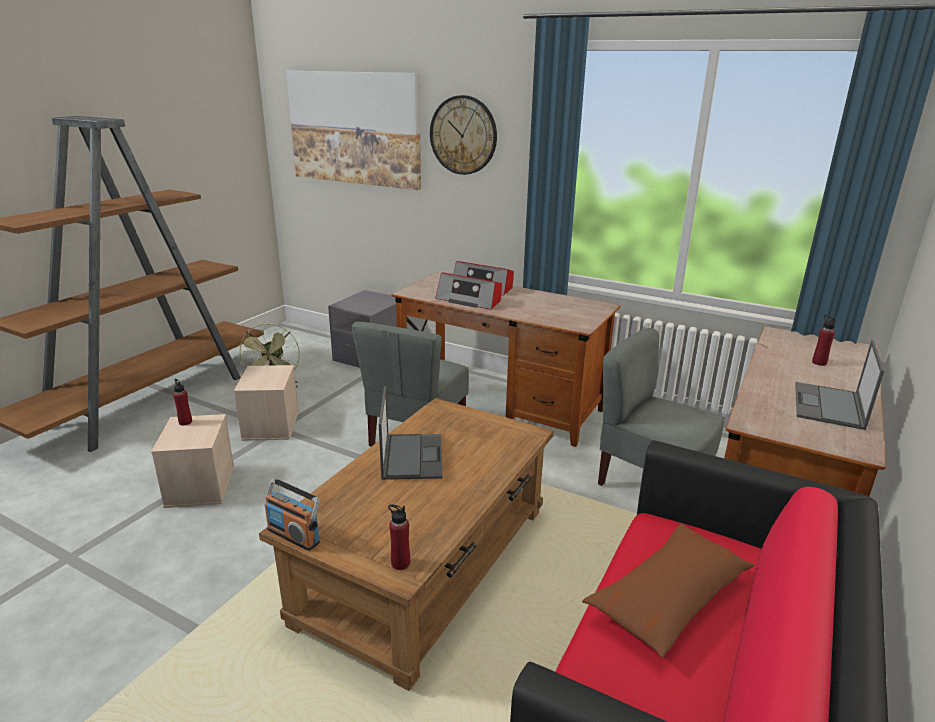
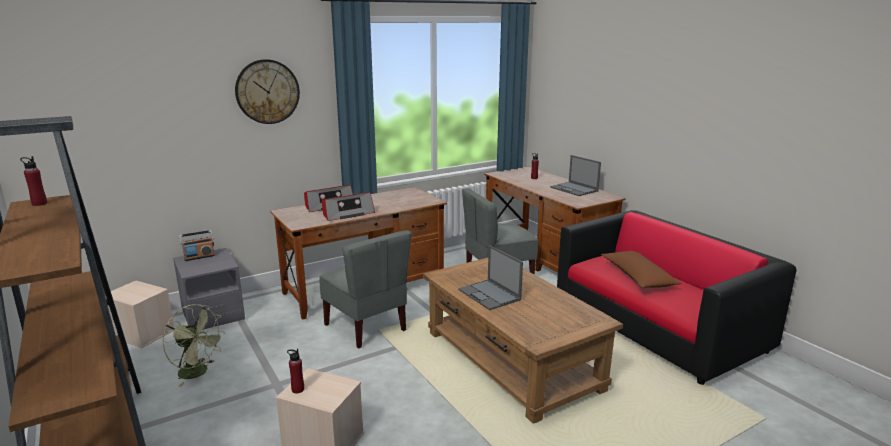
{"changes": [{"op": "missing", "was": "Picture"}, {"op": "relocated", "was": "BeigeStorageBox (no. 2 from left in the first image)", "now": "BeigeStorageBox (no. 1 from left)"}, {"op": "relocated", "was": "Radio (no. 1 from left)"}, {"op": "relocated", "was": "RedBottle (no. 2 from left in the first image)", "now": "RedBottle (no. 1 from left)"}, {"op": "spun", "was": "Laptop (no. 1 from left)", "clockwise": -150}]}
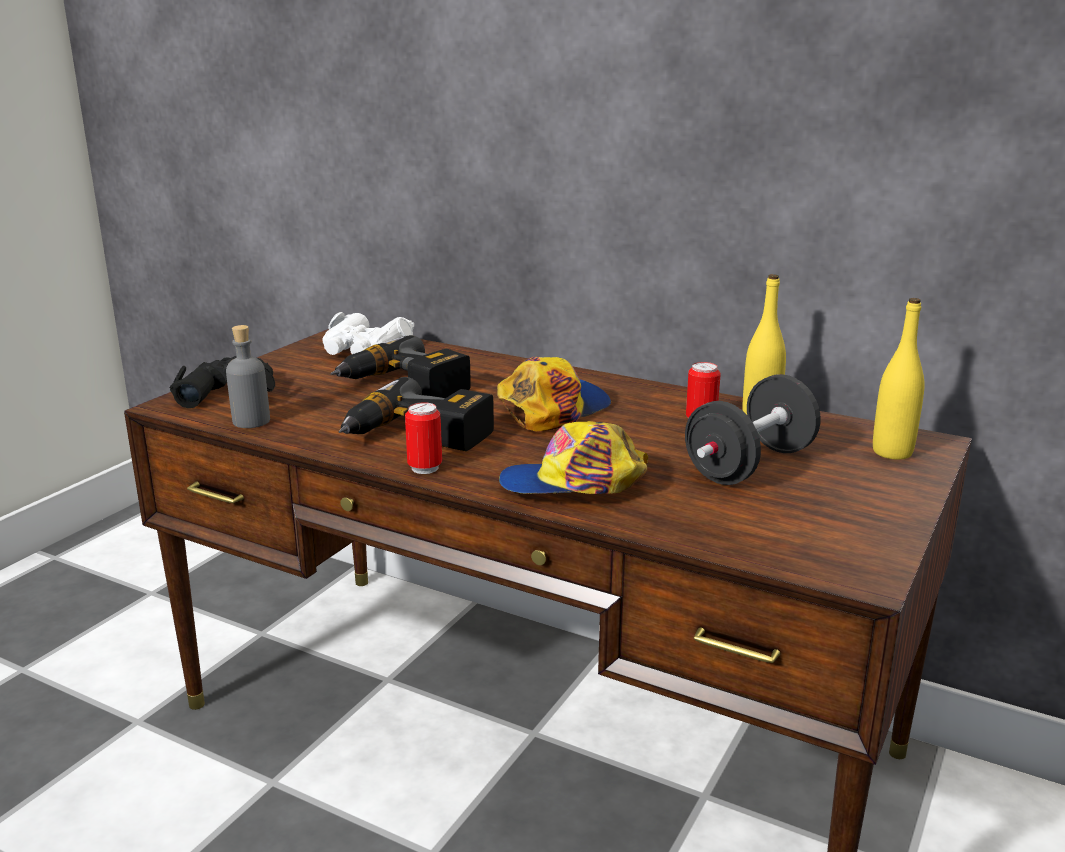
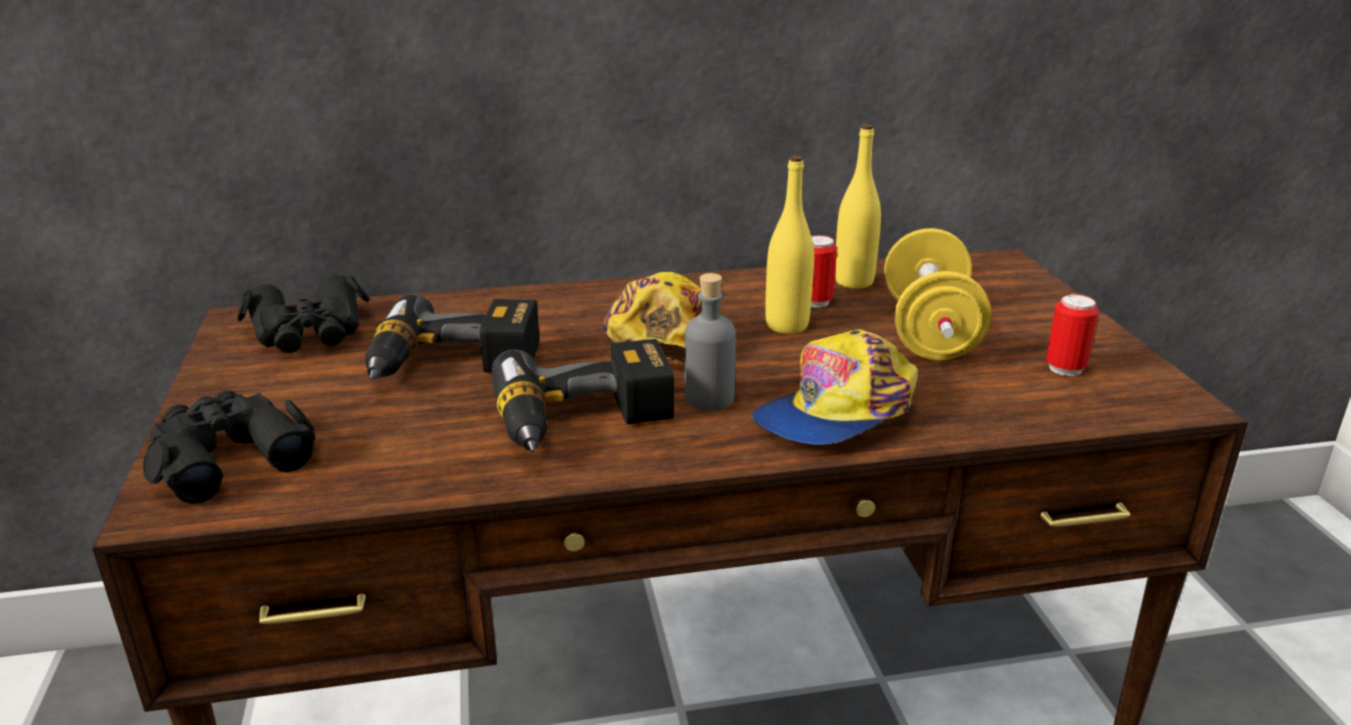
{"changes": [{"op": "relocated", "was": "GreyBottle"}, {"op": "relocated", "was": "Can (no. 1 from left in the first image)", "now": "Can (no. 2 from left)"}, {"op": "relocated", "was": "YellowBottle (no. 2 from left in the first image)", "now": "YellowBottle (no. 1 from left)"}, {"op": "colour", "was": "WhiteBinoculars", "now": "BlackBinoculars (no. 2 from left)"}, {"op": "colour", "was": "BlackDumbbell", "now": "YellowDumbbell"}]}
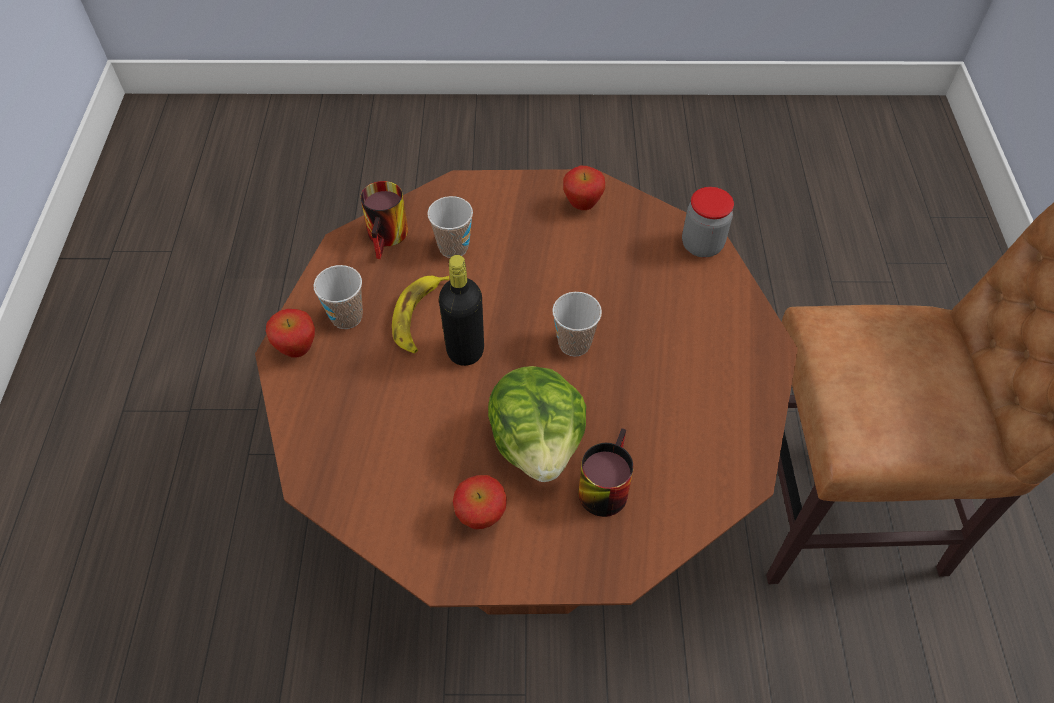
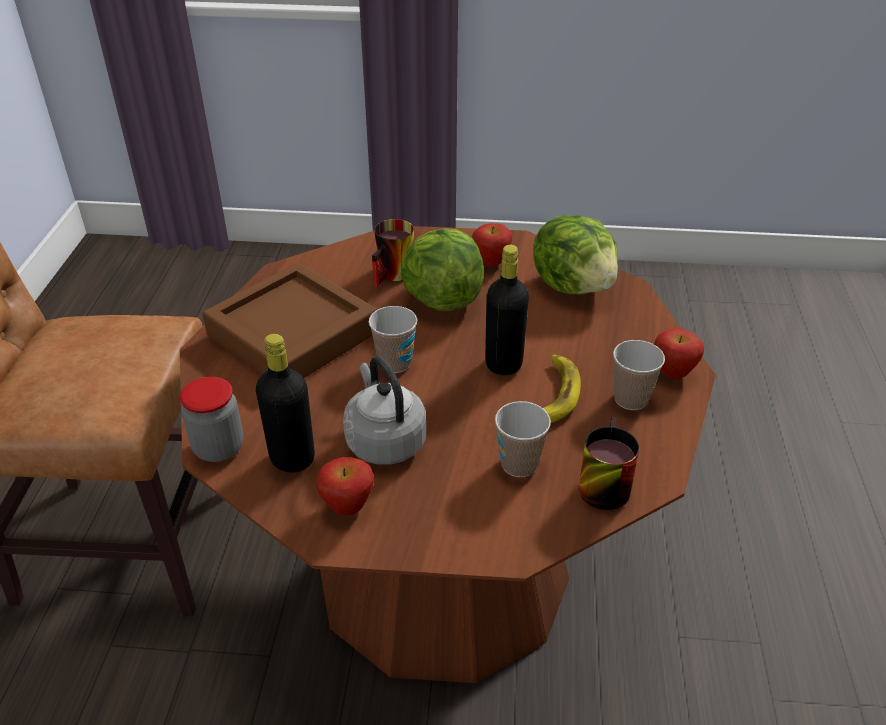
{"changes": [{"op": "appeared", "now": "BrownTray"}, {"op": "appeared", "now": "BlackBottle (no. 1 from left)"}, {"op": "appeared", "now": "GreyKettle"}, {"op": "appeared", "now": "Lettuce (no. 2 from left)"}]}
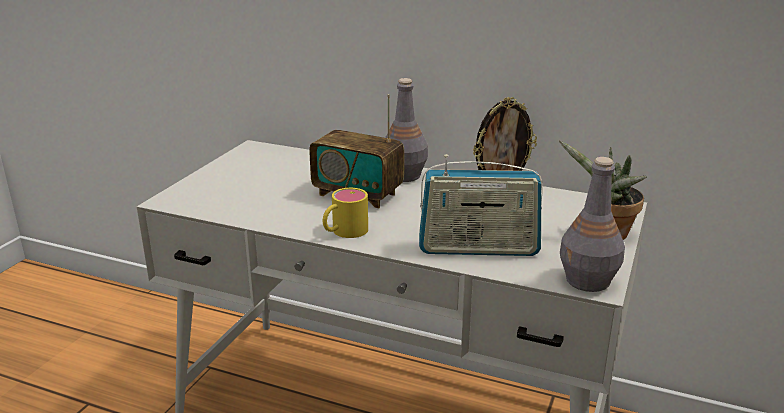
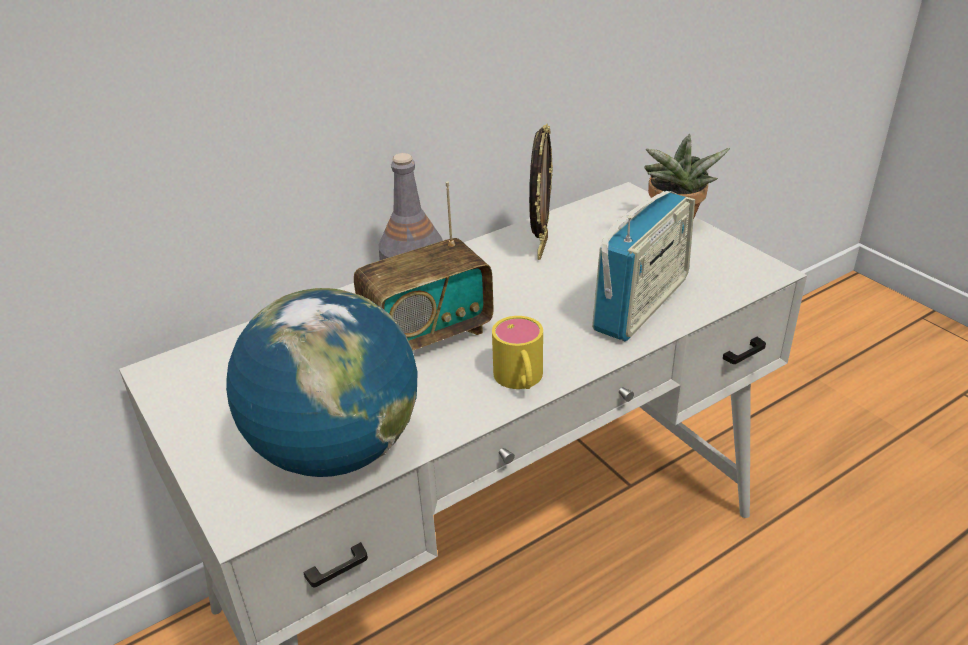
{"changes": [{"op": "missing", "was": "GreyBottle (no. 2 from left)"}, {"op": "appeared", "now": "Globe"}]}
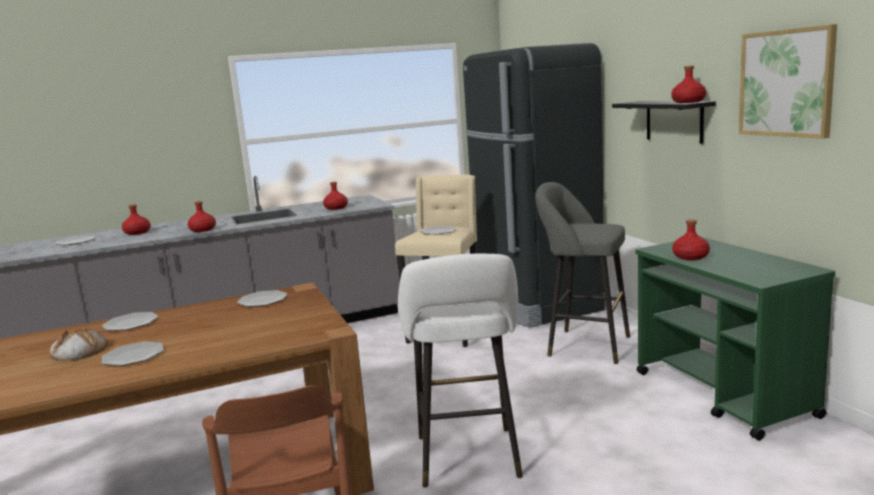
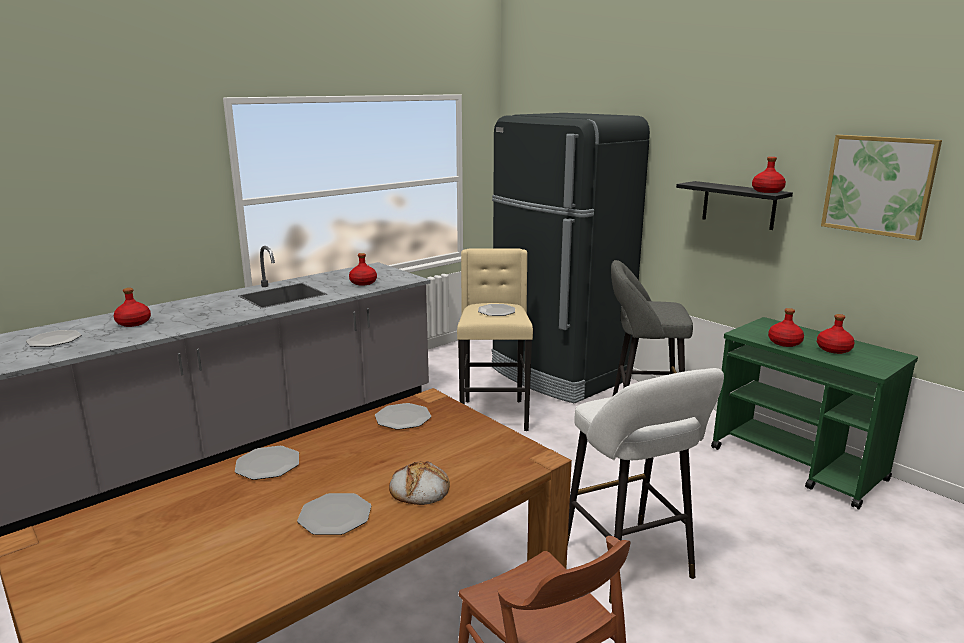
{"changes": [{"op": "relocated", "was": "Bread"}, {"op": "relocated", "was": "RedBottle (no. 2 from left in the first image)", "now": "RedBottle (no. 5 from left)"}]}
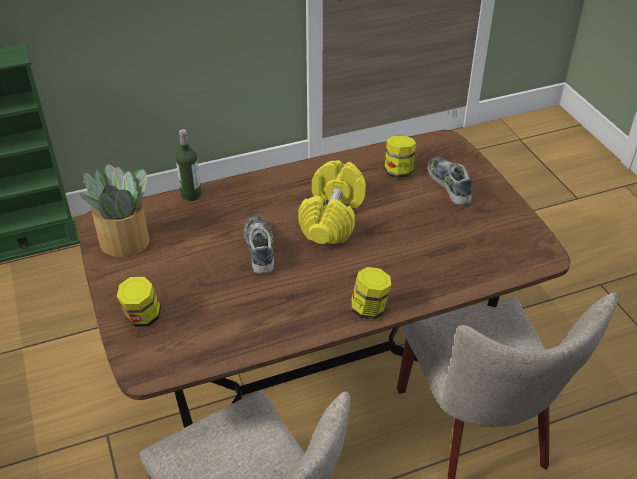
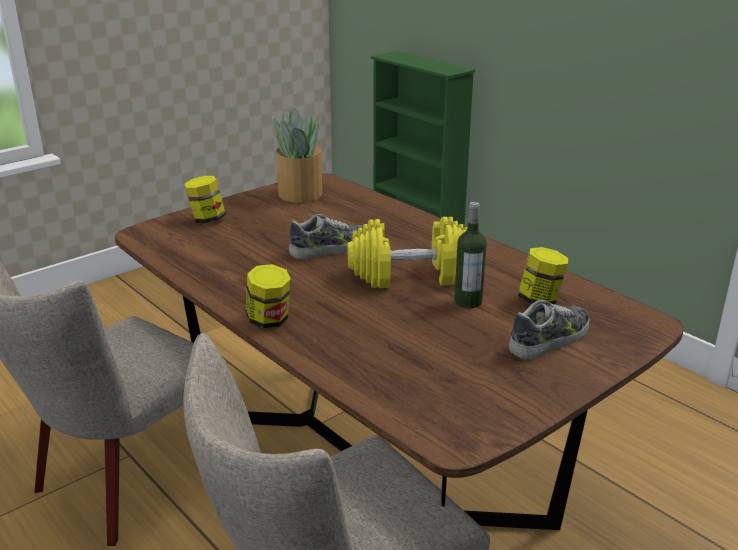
{"changes": [{"op": "relocated", "was": "Bottle"}]}
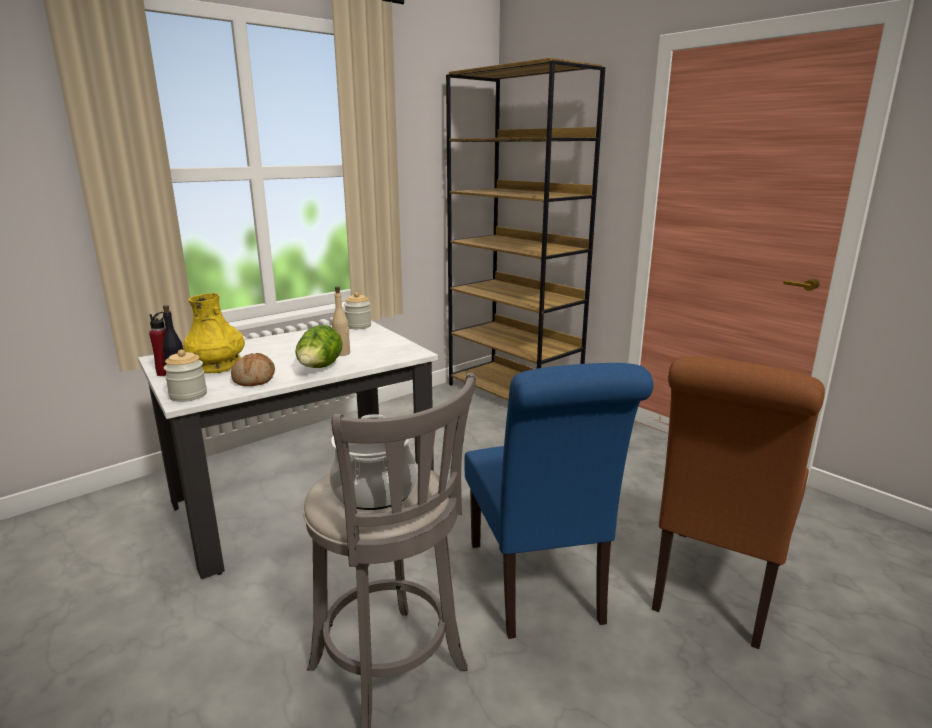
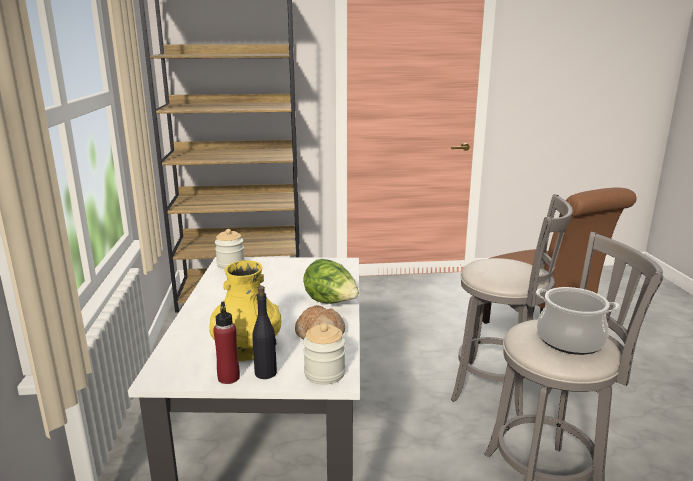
{"changes": [{"op": "missing", "was": "BeigeBottle"}, {"op": "exchanged", "was": "BlueChair", "now": "GreyStool (no. 1 from left)"}]}
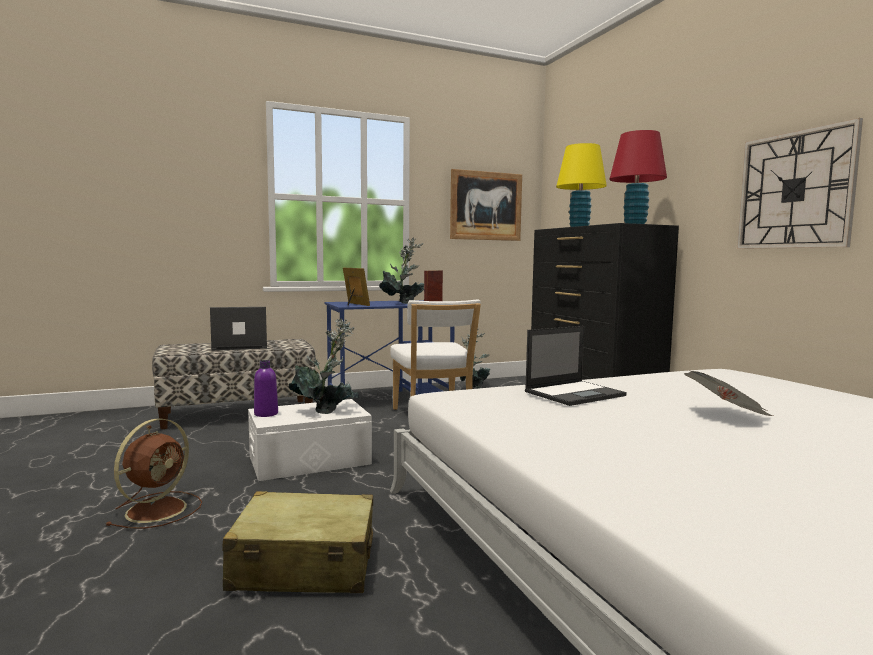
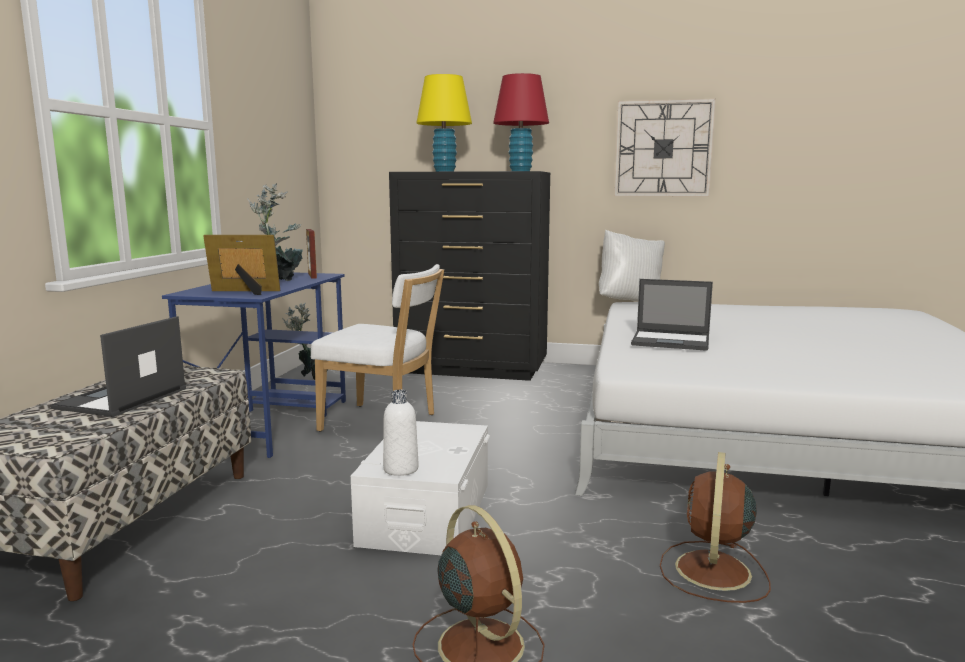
{"changes": [{"op": "missing", "was": "PottedPlant (no. 1 from left)"}, {"op": "missing", "was": "Picture"}, {"op": "missing", "was": "Newspaper"}, {"op": "appeared", "now": "WhitePillow"}, {"op": "exchanged", "was": "BeigeSuitcase", "now": "BrownFan (no. 2 from left)"}, {"op": "colour", "was": "PurpleBottle", "now": "WhiteBottle"}, {"op": "spun", "was": "Laptop (no. 2 from left)", "clockwise": 105}]}
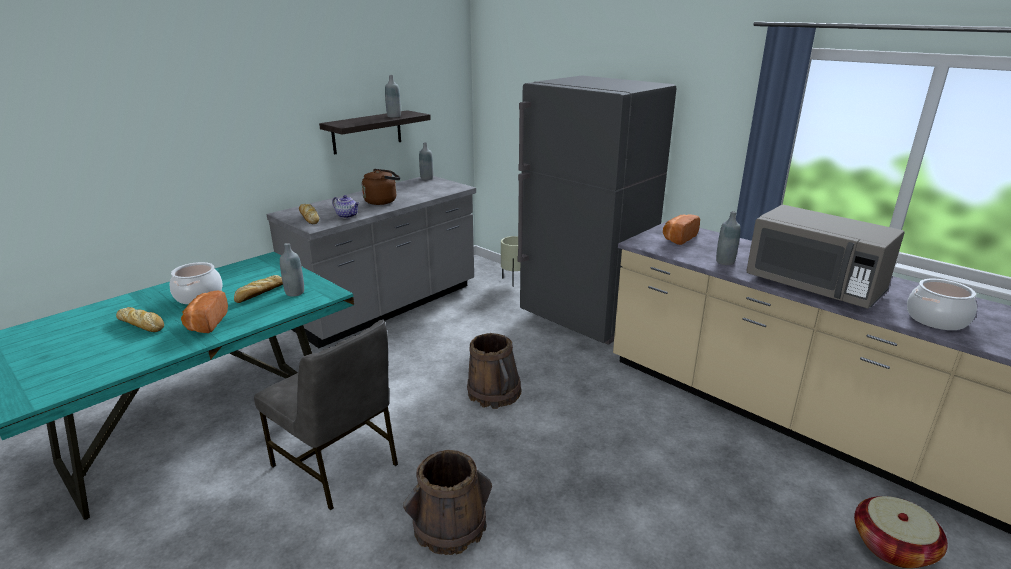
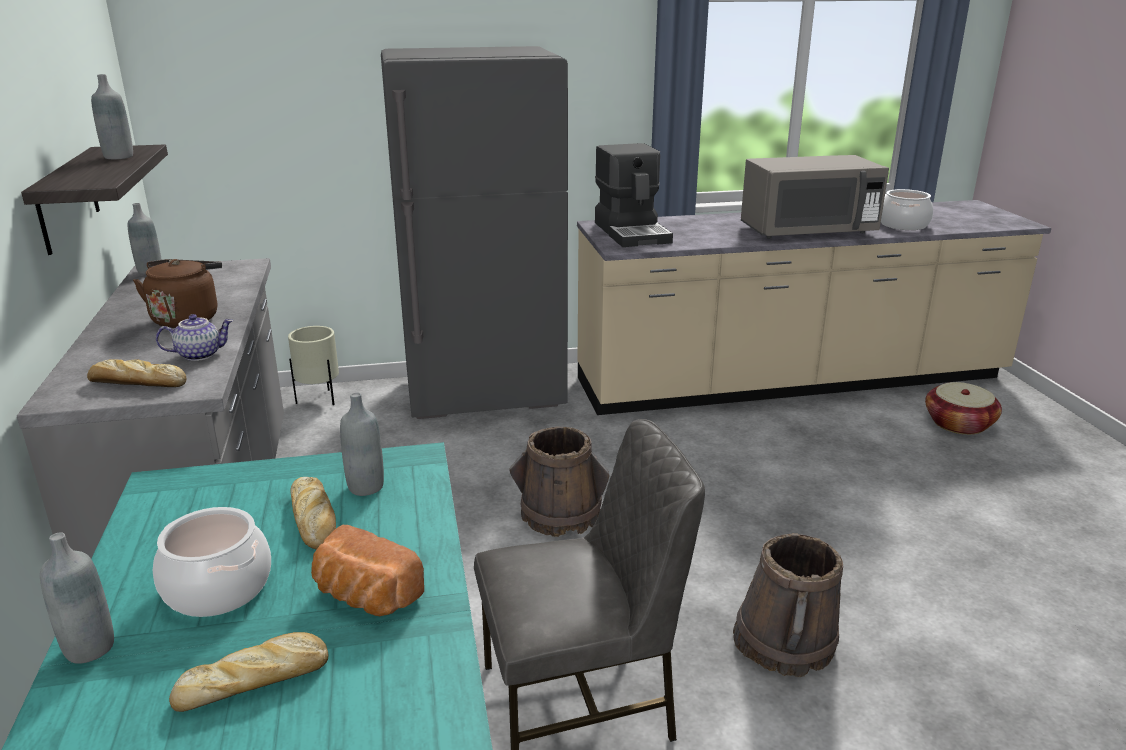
{"changes": [{"op": "relocated", "was": "GreyBottle (no. 4 from left in the first image)", "now": "GreyBottle (no. 1 from left)"}, {"op": "exchanged", "was": "Bread (no. 5 from left)", "now": "CoffeeMachine"}]}
